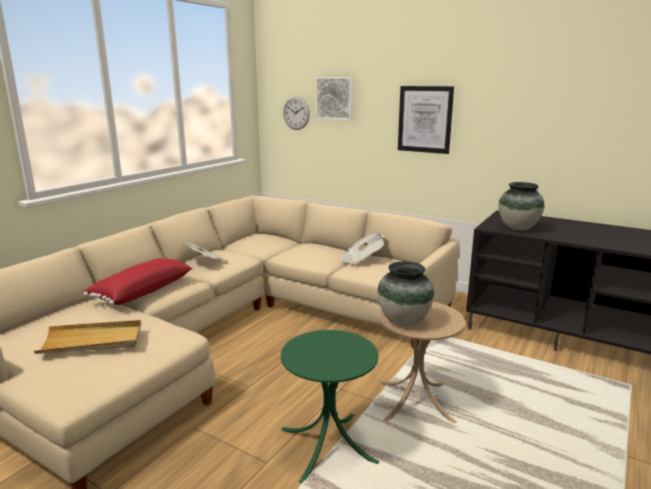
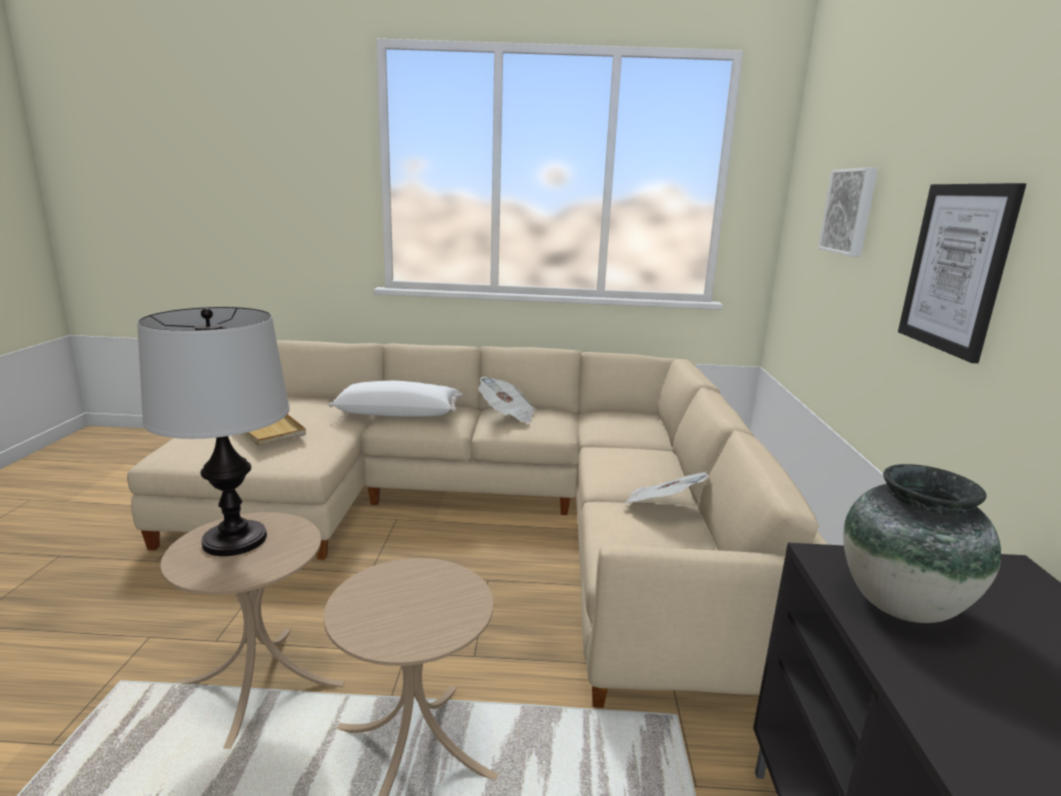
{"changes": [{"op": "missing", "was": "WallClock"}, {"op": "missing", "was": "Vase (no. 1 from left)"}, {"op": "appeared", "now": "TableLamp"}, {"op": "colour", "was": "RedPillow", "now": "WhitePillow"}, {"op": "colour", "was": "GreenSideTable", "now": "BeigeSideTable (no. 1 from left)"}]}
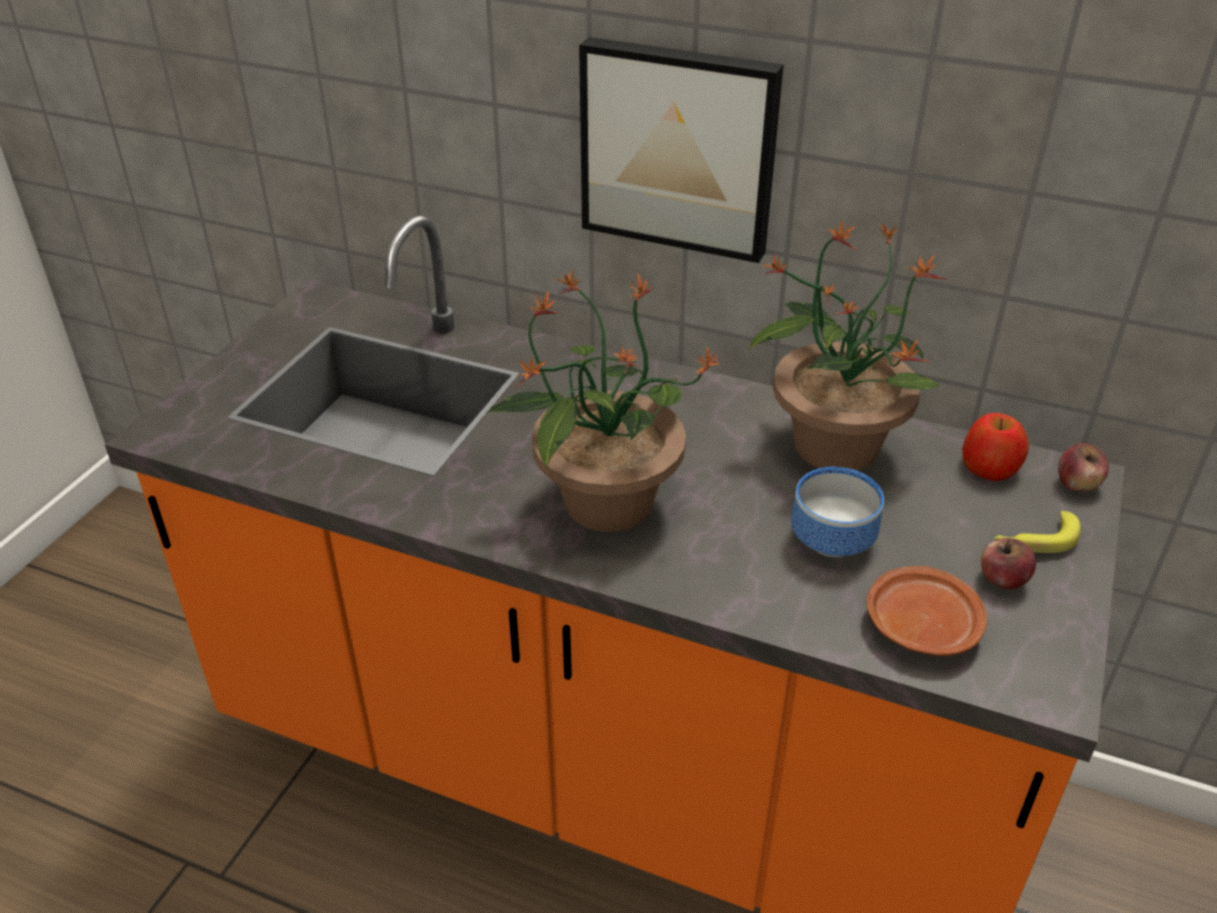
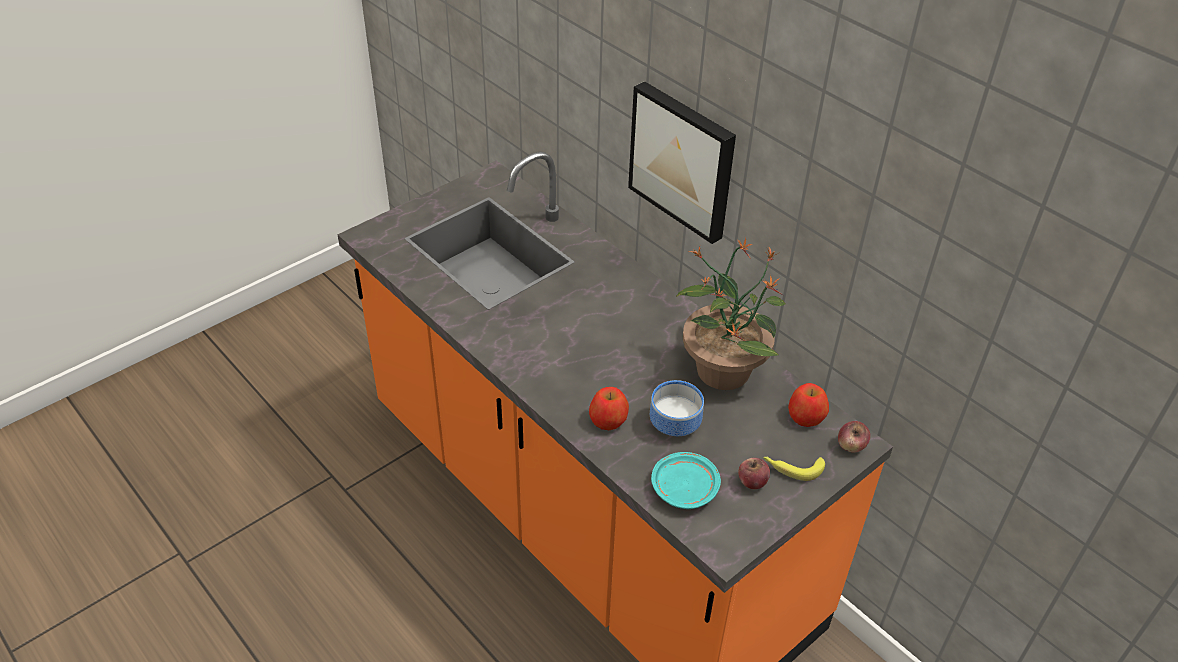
{"changes": [{"op": "missing", "was": "PottedPlant (no. 1 from left)"}, {"op": "appeared", "now": "Apple (no. 1 from left)"}, {"op": "colour", "was": "BrownPlate", "now": "TurquoisePlate"}]}
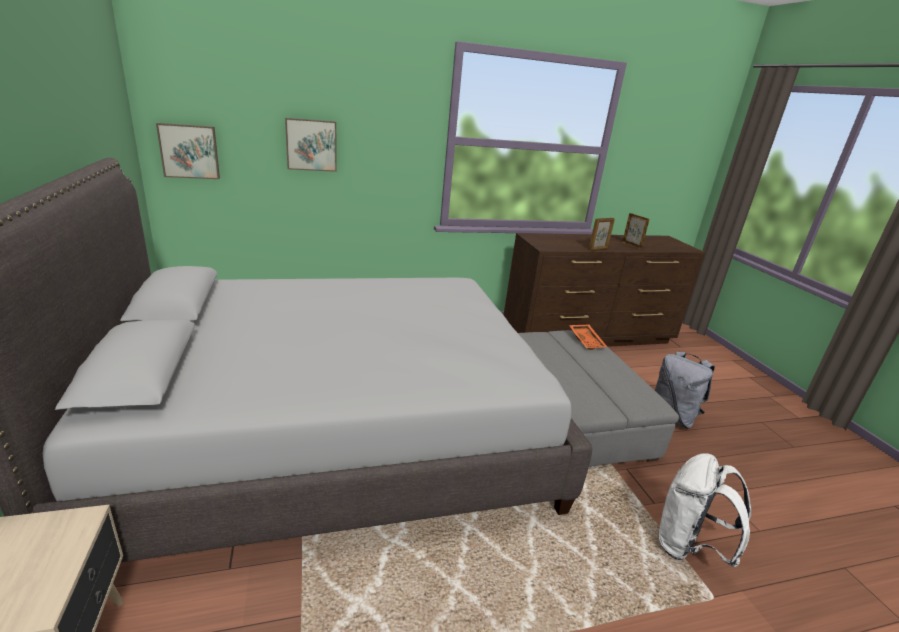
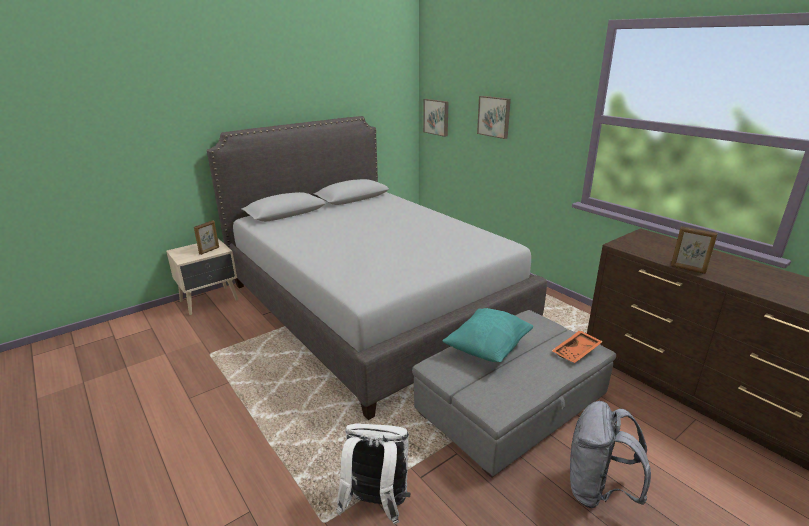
{"changes": [{"op": "appeared", "now": "TurquoisePillow"}, {"op": "relocated", "was": "PictureFrame (no. 2 from left in the first image)", "now": "PictureFrame (no. 1 from left)"}]}
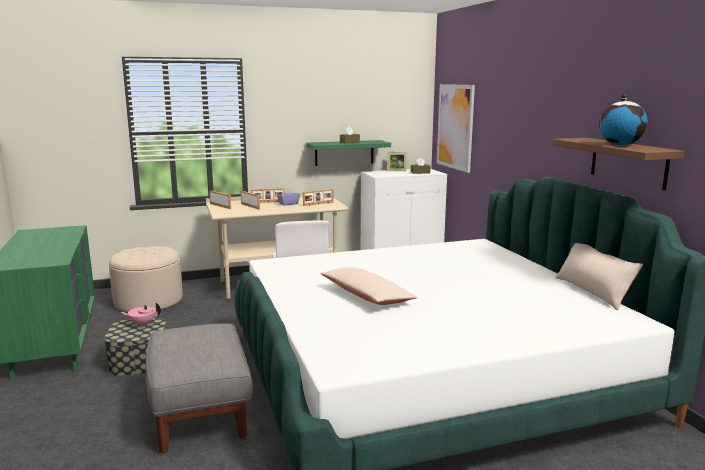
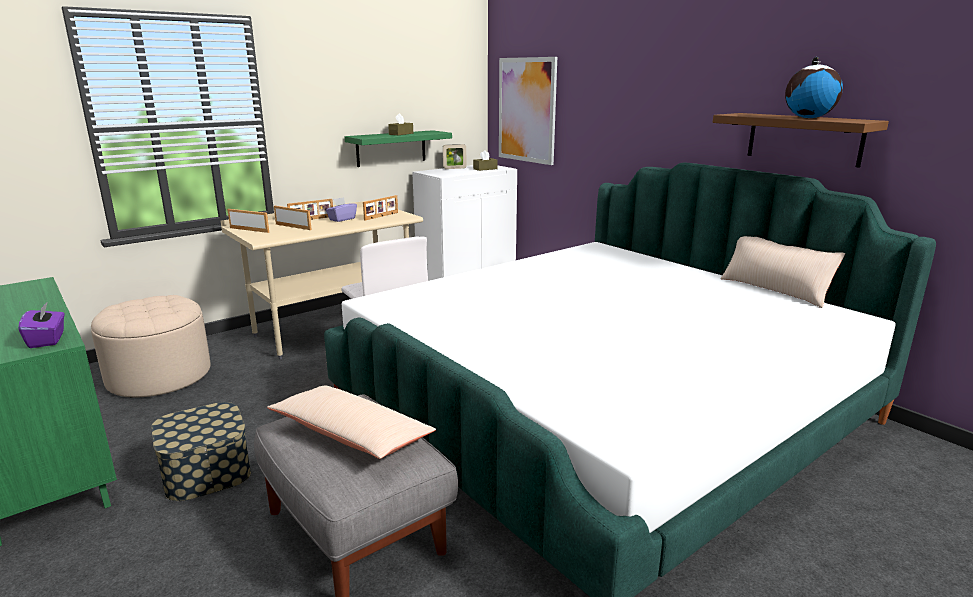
{"changes": [{"op": "missing", "was": "PinkTeapot"}, {"op": "appeared", "now": "PurpleTissueBox (no. 1 from left)"}, {"op": "relocated", "was": "BeigePillow (no. 1 from left)"}]}
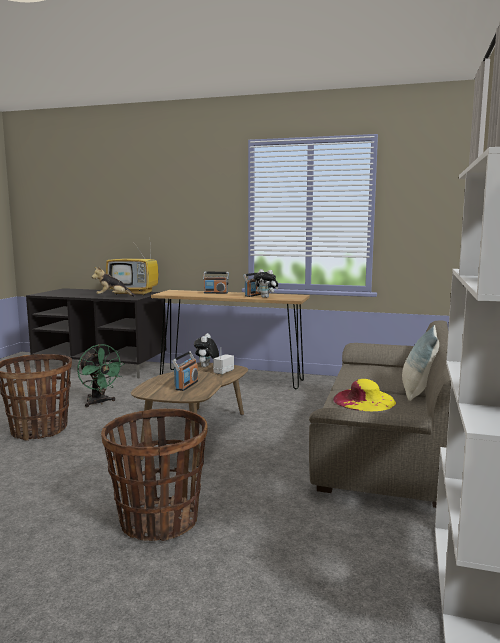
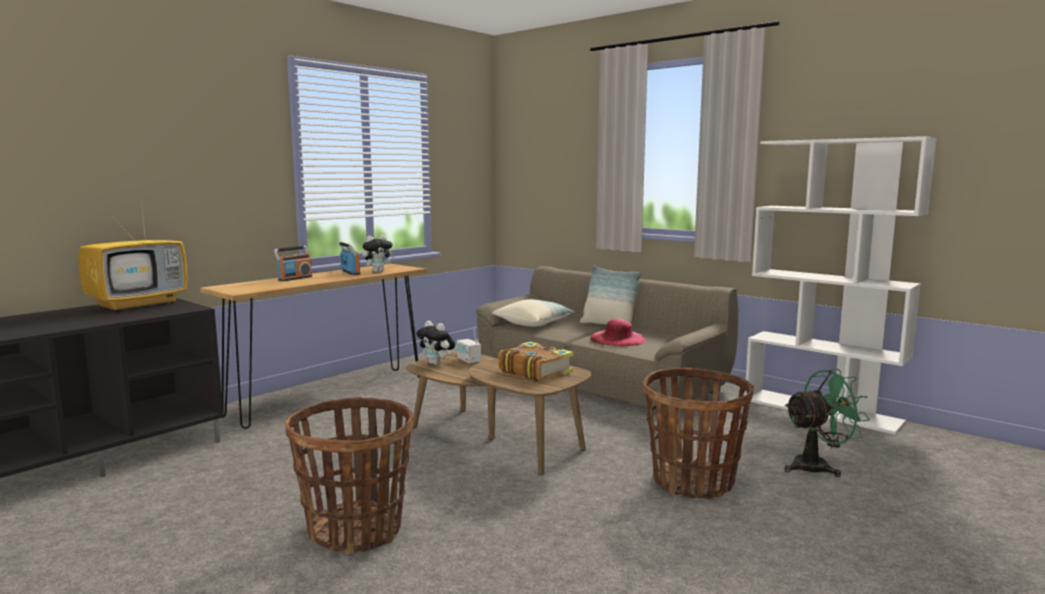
{"changes": [{"op": "missing", "was": "PlushToy (no. 1 from left)"}, {"op": "appeared", "now": "Pillow (no. 1 from left)"}, {"op": "relocated", "was": "GreenFan"}, {"op": "exchanged", "was": "Radio (no. 1 from left)", "now": "Book"}, {"op": "colour", "was": "YellowHat", "now": "PinkHat"}]}
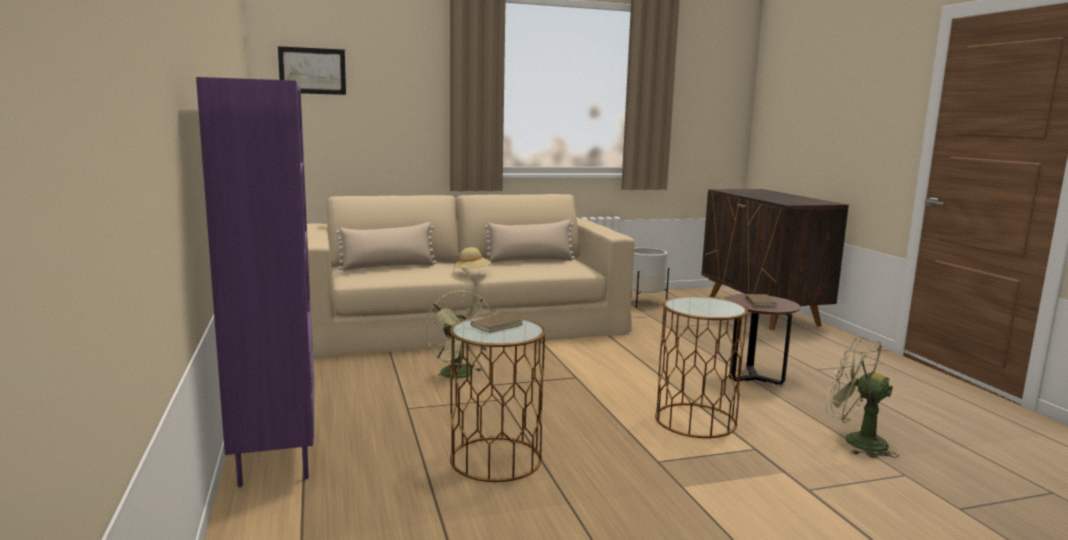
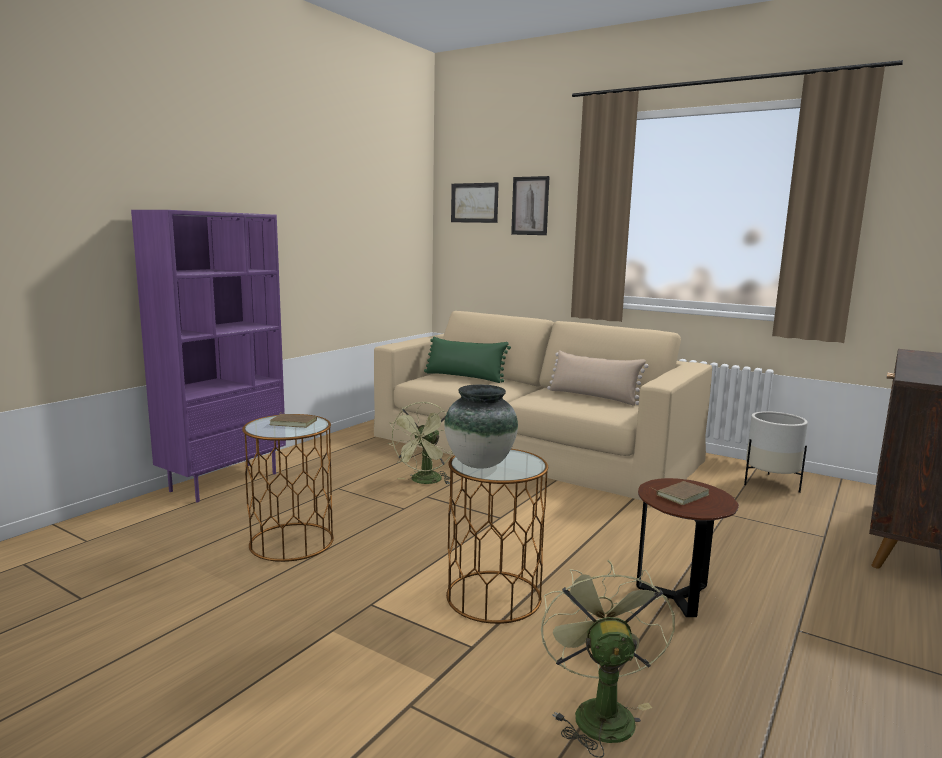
{"changes": [{"op": "missing", "was": "BeigeHat"}, {"op": "appeared", "now": "Vase"}, {"op": "appeared", "now": "Picture (no. 2 from left)"}, {"op": "colour", "was": "BeigePillow (no. 1 from left)", "now": "GreenPillow"}]}
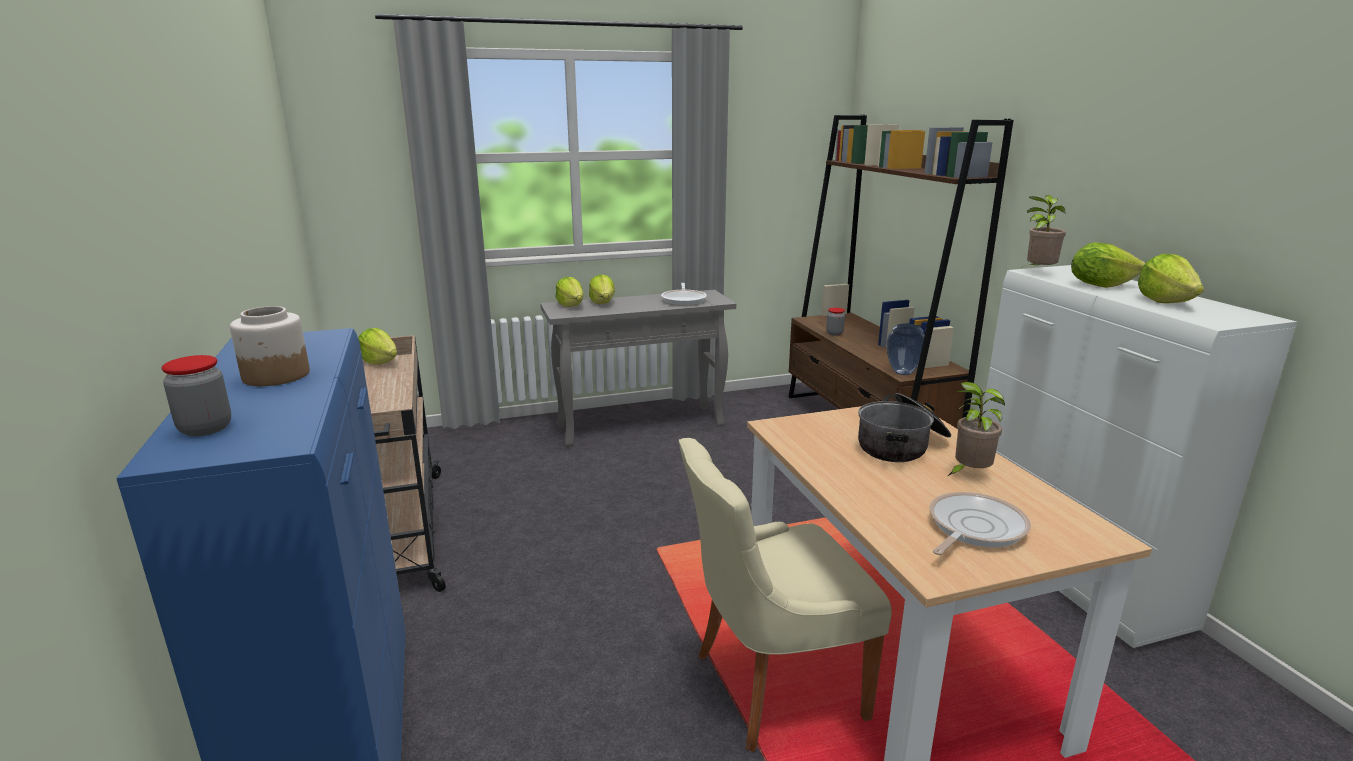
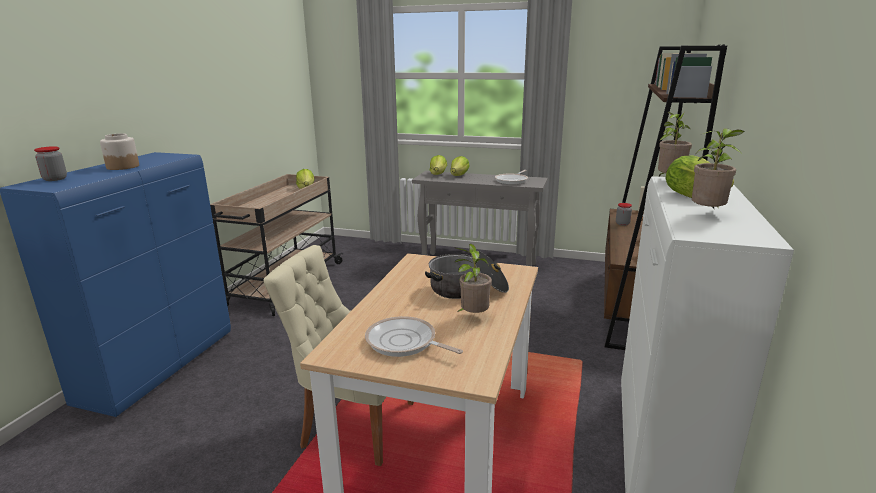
{"changes": [{"op": "missing", "was": "Vase"}, {"op": "exchanged", "was": "Lettuce (no. 5 from left)", "now": "PottedPlant (no. 3 from left)"}, {"op": "spun", "was": "FryingPan (no. 2 from left in the first image)", "clockwise": -135}]}
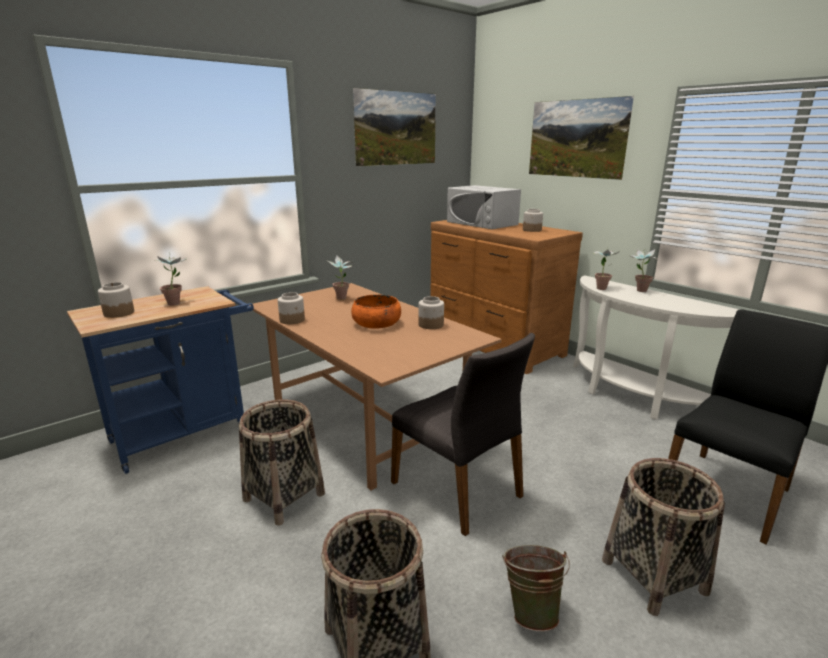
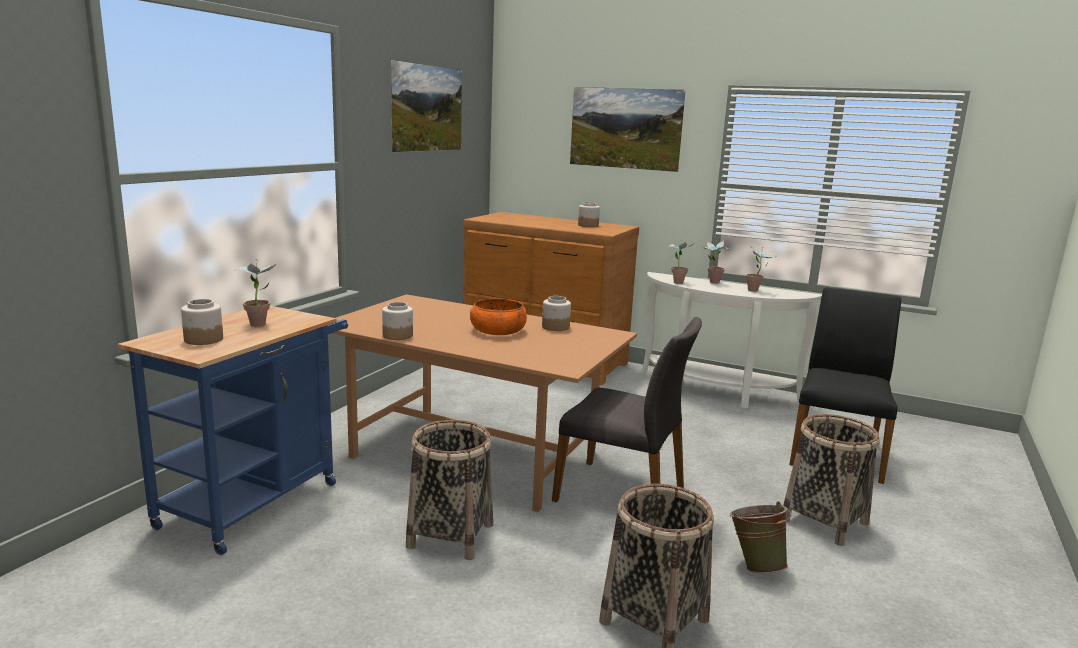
{"changes": [{"op": "missing", "was": "WhiteMicrowave"}, {"op": "relocated", "was": "PottedPlant (no. 2 from left in the first image)", "now": "PottedPlant (no. 4 from left)"}]}
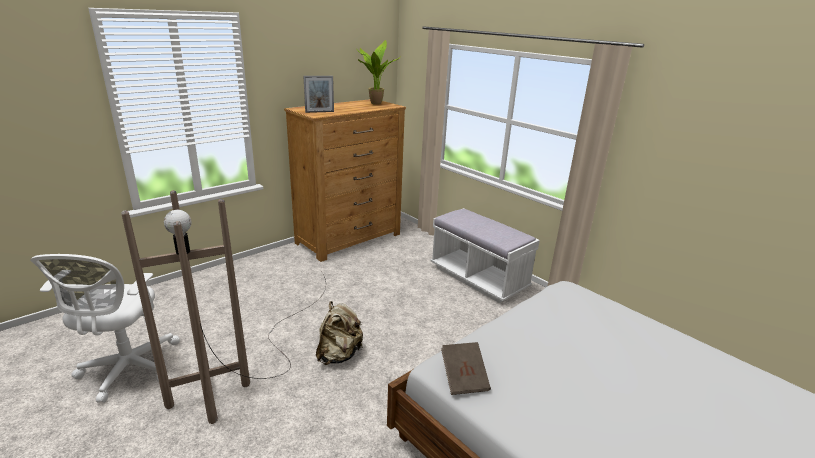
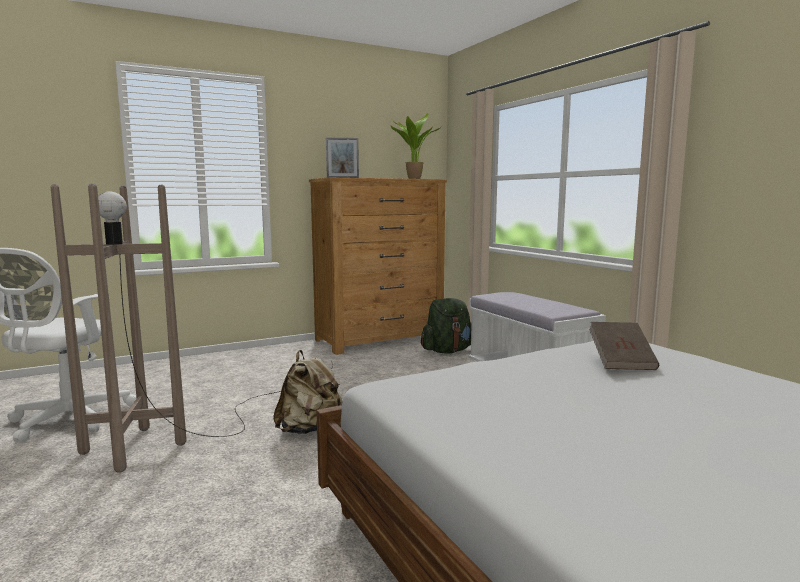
{"changes": [{"op": "appeared", "now": "GreenBackpack"}, {"op": "relocated", "was": "BrownBook"}]}
